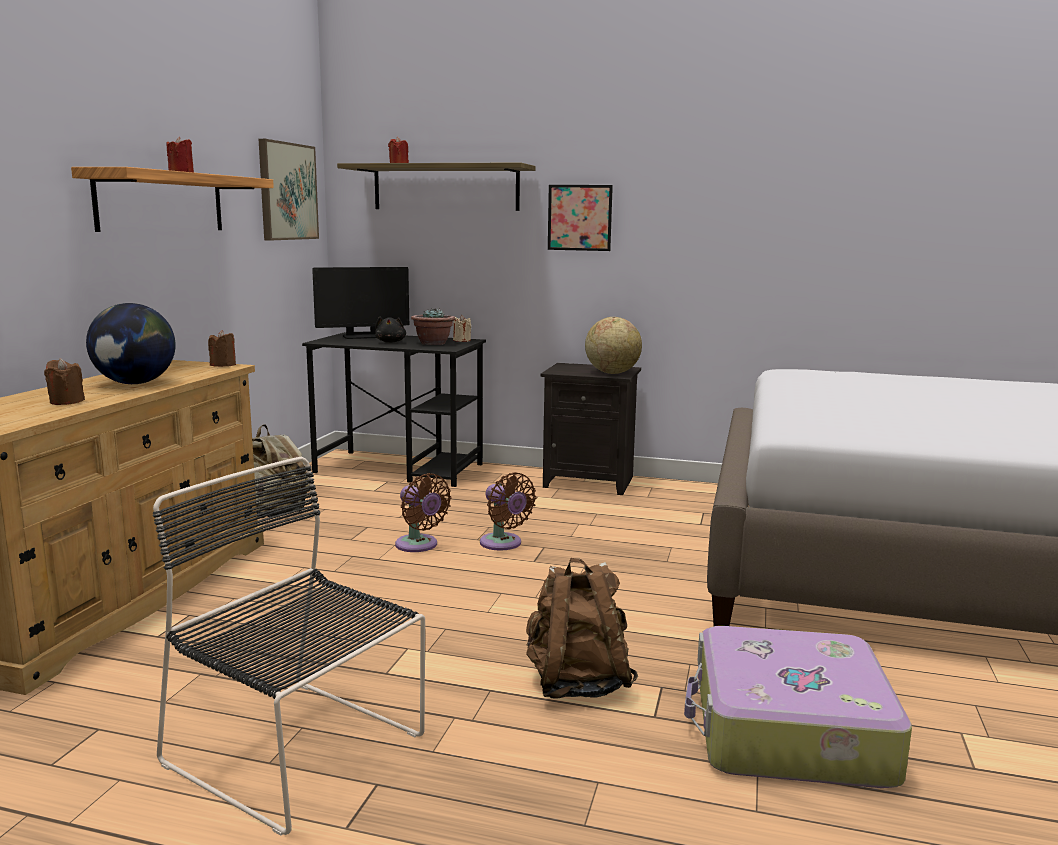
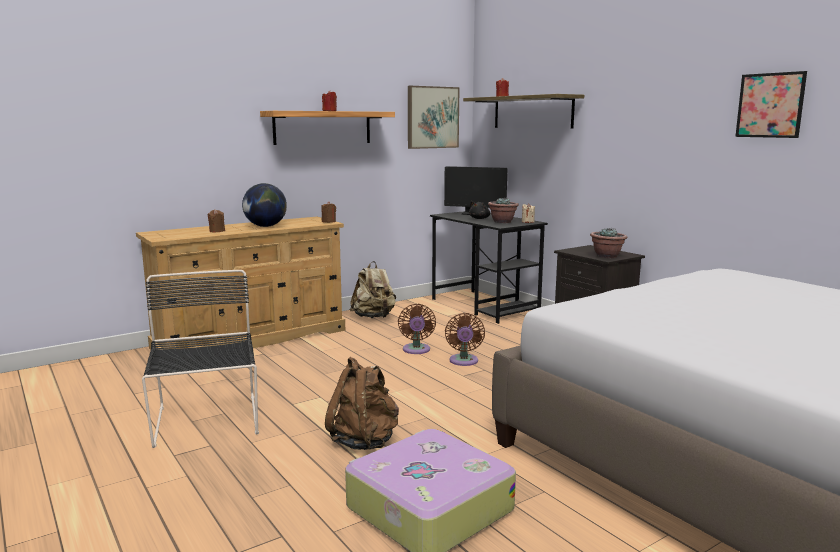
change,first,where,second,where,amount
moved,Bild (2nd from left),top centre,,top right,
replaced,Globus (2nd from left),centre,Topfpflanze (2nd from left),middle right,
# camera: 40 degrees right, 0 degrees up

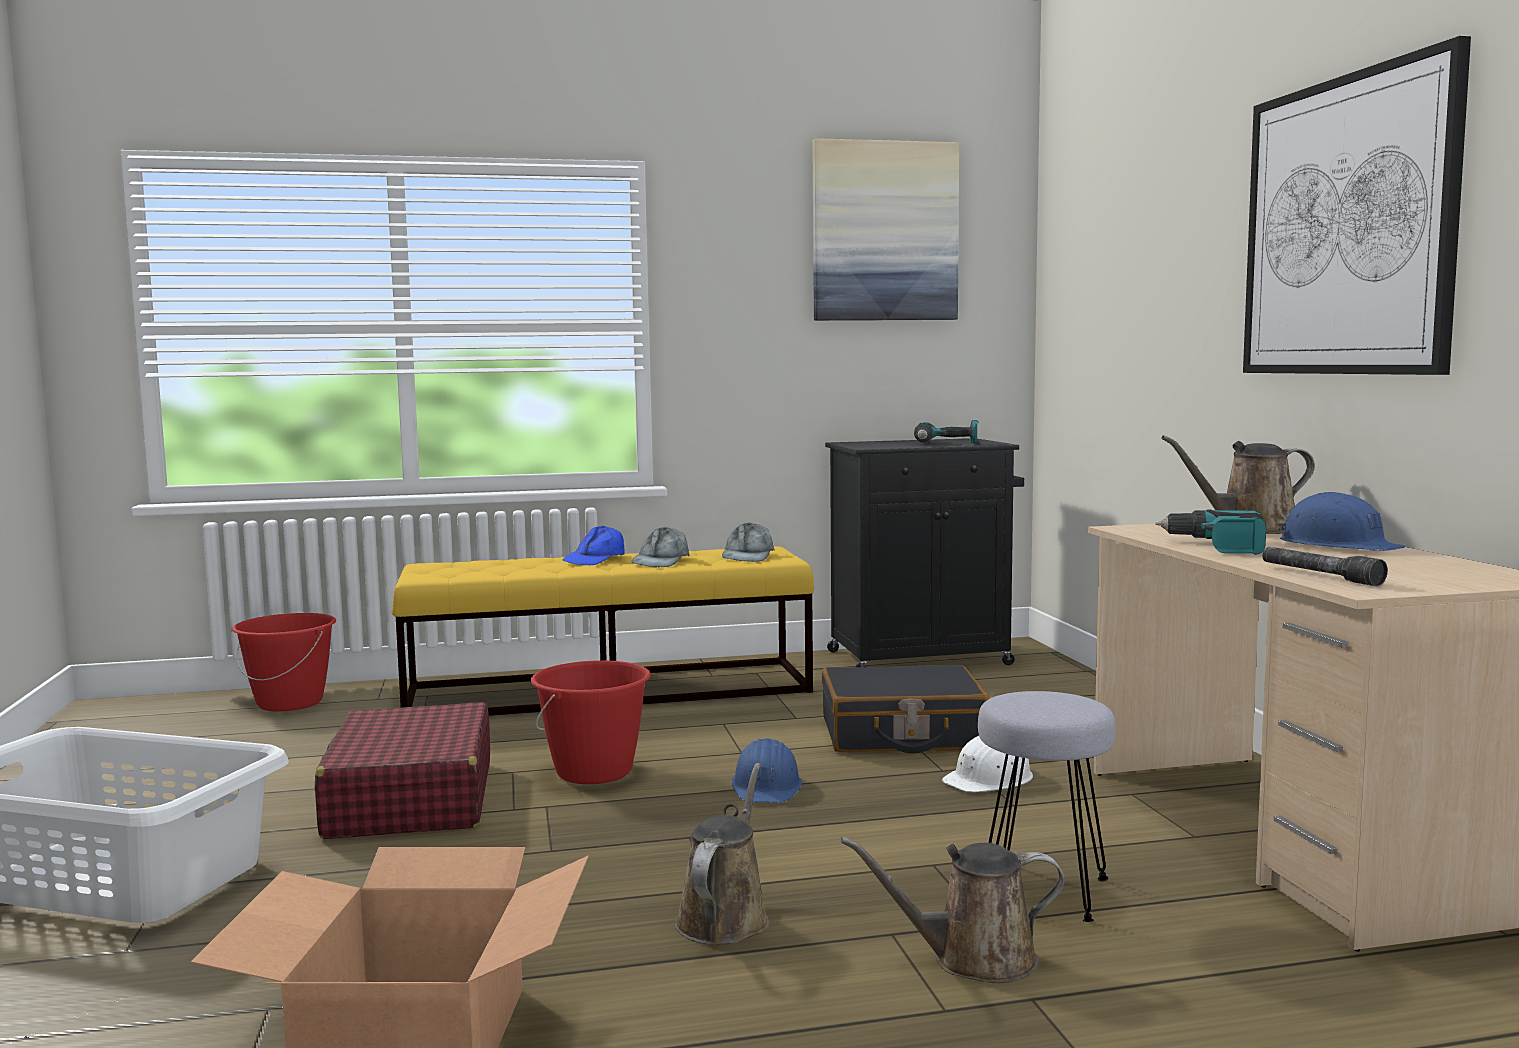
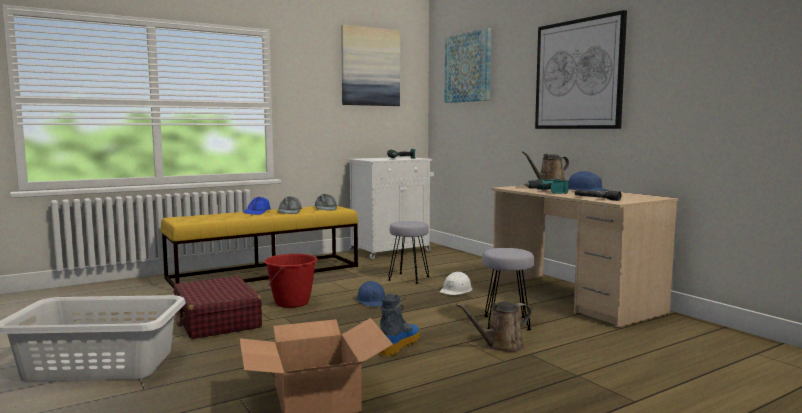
change,first,where,second,where,amount
removed,Eimer/rot (1st from left),middle left,,,
replaced,Gießkanne/braun (1st from left),bottom centre,Stiefel,bottom centre,
replaced,Koffer/schwarz,bottom centre,Hocker/grau (1st from left),centre,
recoloured,Schrank/schwarz,centre,Schrank/weiß,centre,
added,,,Bild (2nd from left),top centre,
# camera: 20 degrees left, 0 degrees up

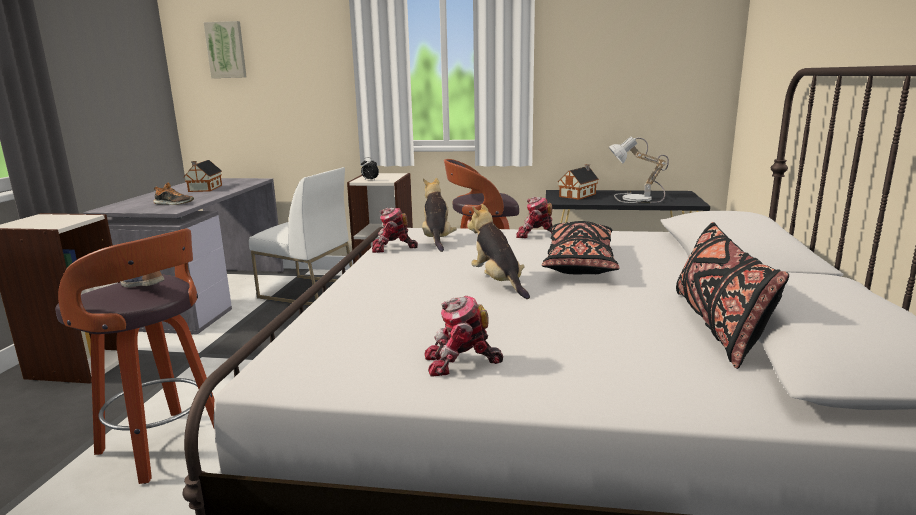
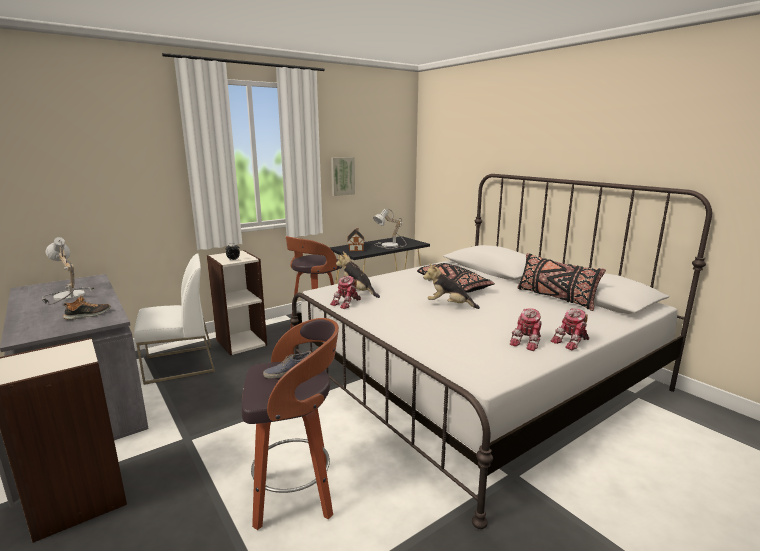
change,first,where,second,where,amount
replaced,Spielzeughaus (1st from left),middle left,Tischlampe (1st from left),middle left,
moved,Bild,top left,,top centre,
moved,Spielzeugroboter (3rd from left),centre,,middle right,
# camera: 45 degrees left, 0 degrees up

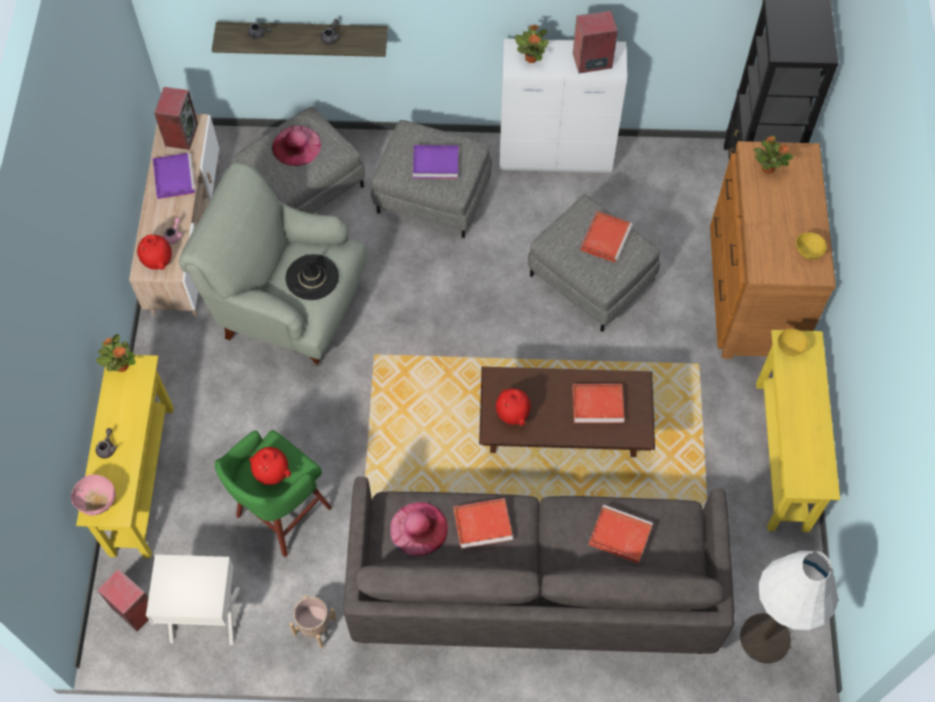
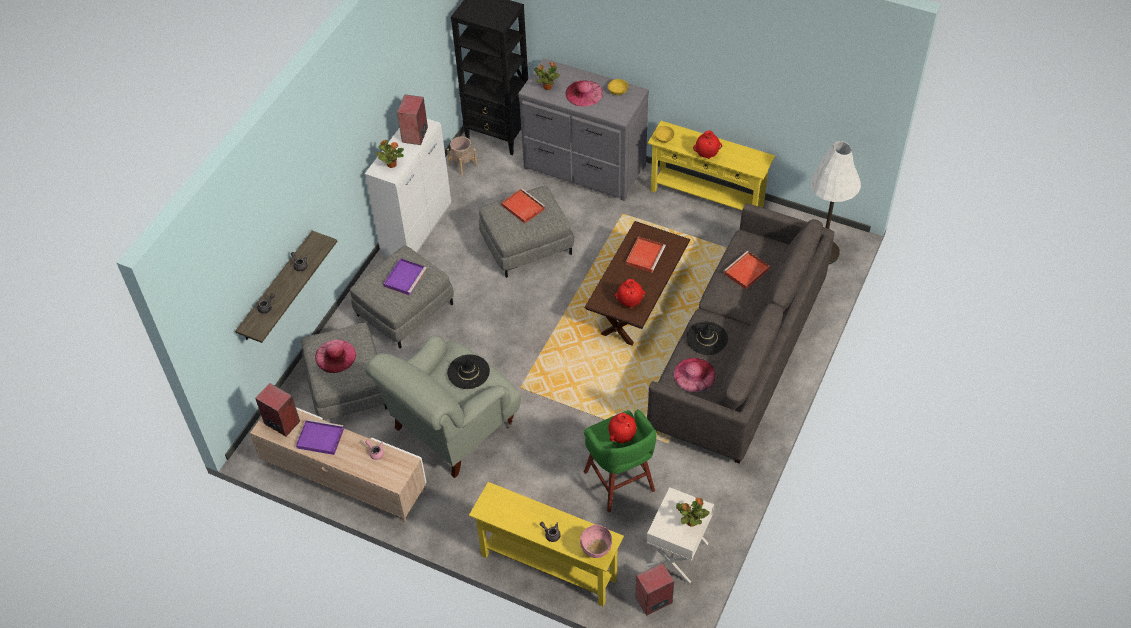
change,first,where,second,where,amount
moved,Topfpflanze (1st from left in the first image),middle left,Topfpflanze (3rd from left),bottom centre,
moved,Vase/rot (1st from left in the first image),middle left,Vase/rot (3rd from left),top centre,
moved,Pflanzkübel/beige,bottom centre,,top centre,
replaced,Tablett/rot (1st from left),bottom centre,Hut/schwarz (2nd from left),centre,
recoloured,Kommode/braun,middle right,Kommode/grau,top centre,
added,,,Hut/rosa (2nd from left),top centre,
# camera: 65 degrees left, 10 degrees down

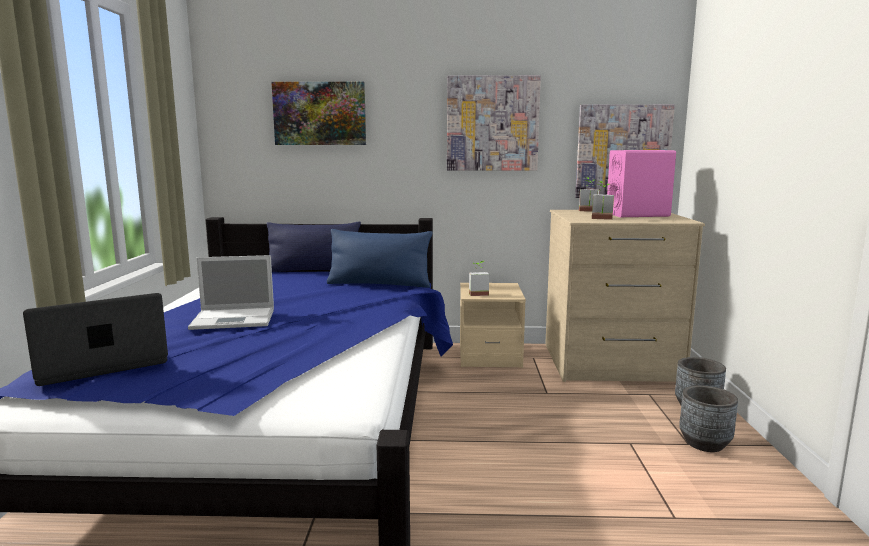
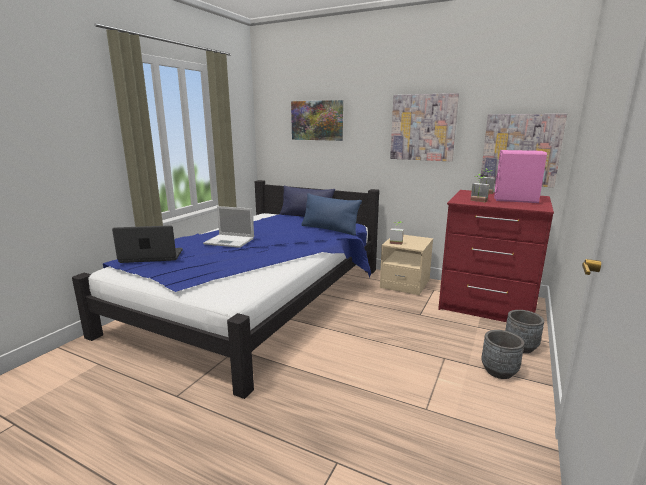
change,first,where,second,where,amount
recoloured,Kommode/beige,middle right,Kommode/rot,middle right,
# camera: 25 degrees right, 5 degrees up

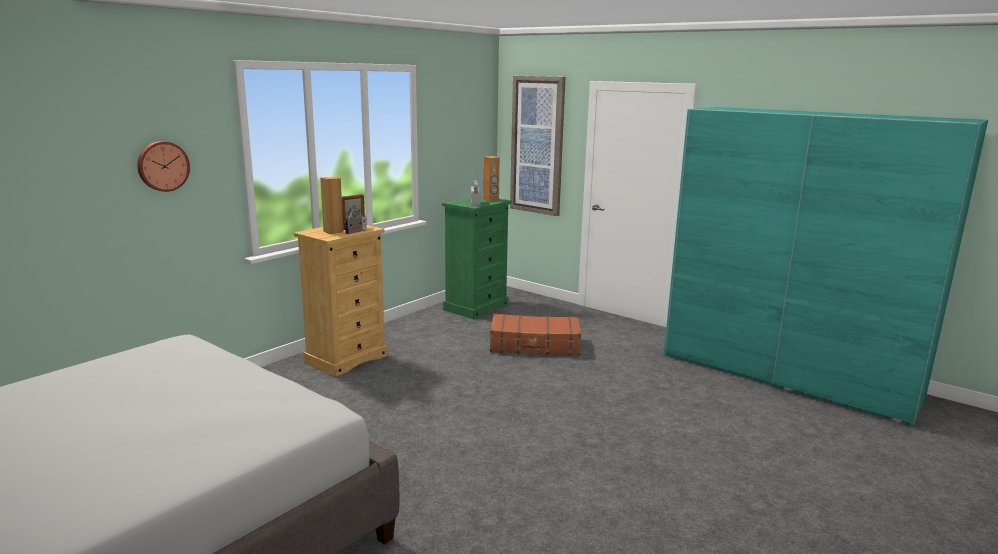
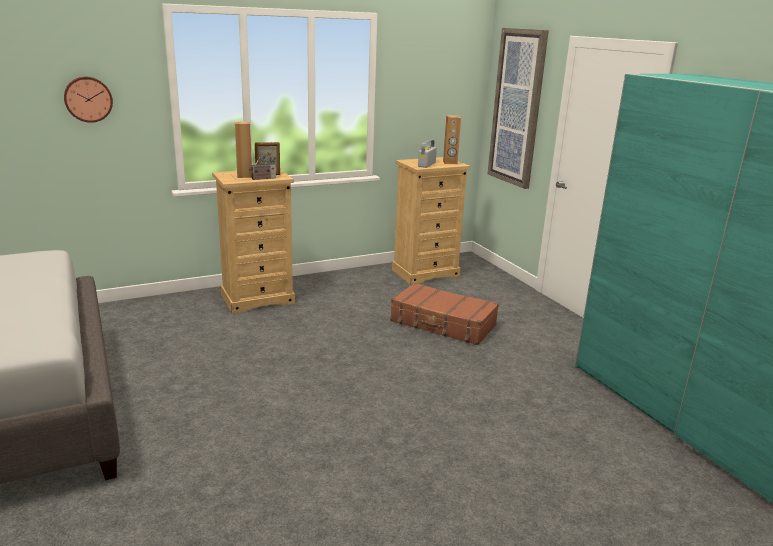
change,first,where,second,where,amount
recoloured,Kommode/grün,centre,Kommode/beige (2nd from left),centre,
# camera: 25 degrees right, 5 degrees up

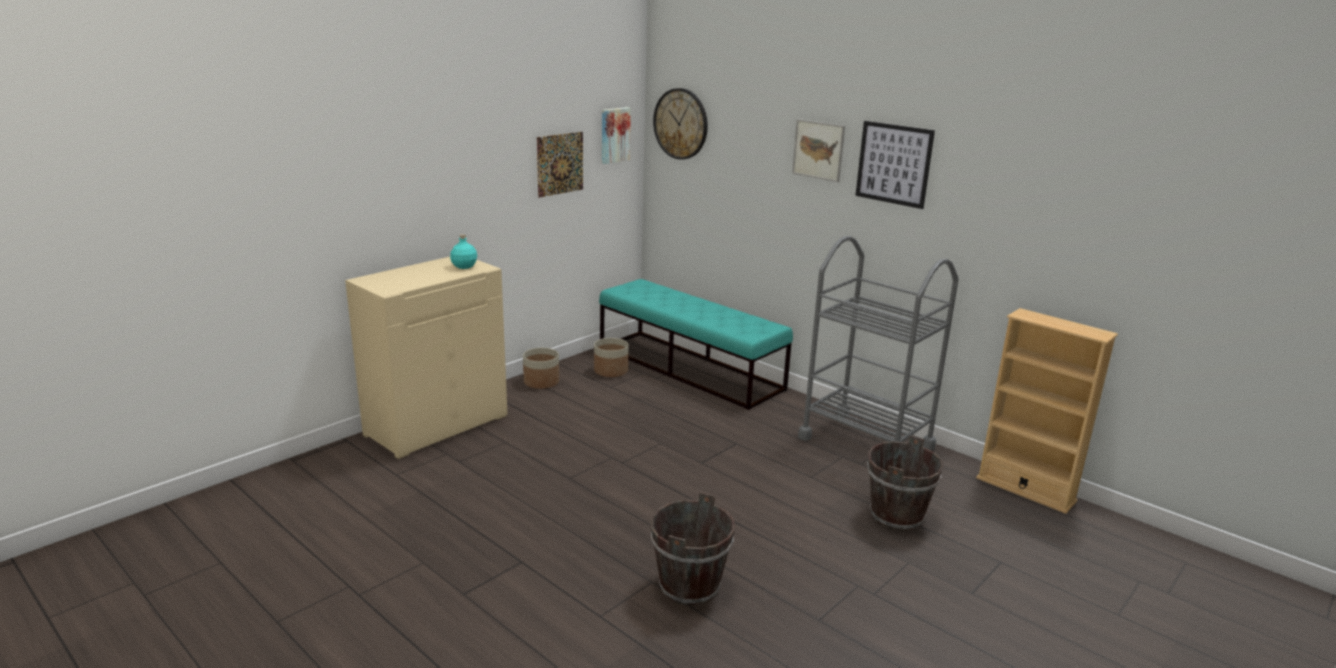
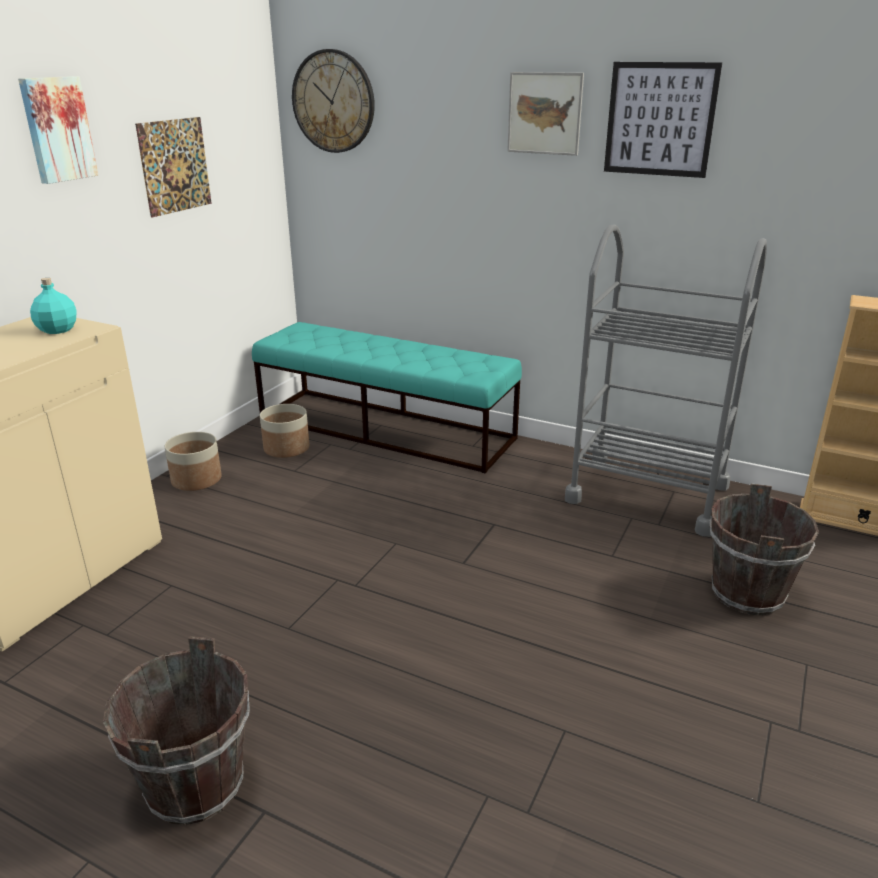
change,first,where,second,where,amount
moved,Bild (2nd from left in the first image),top centre,Bild (1st from left),top left,
moved,Eimer/braun (1st from left),bottom centre,,bottom left,
# camera: 15 degrees left, 5 degrees up

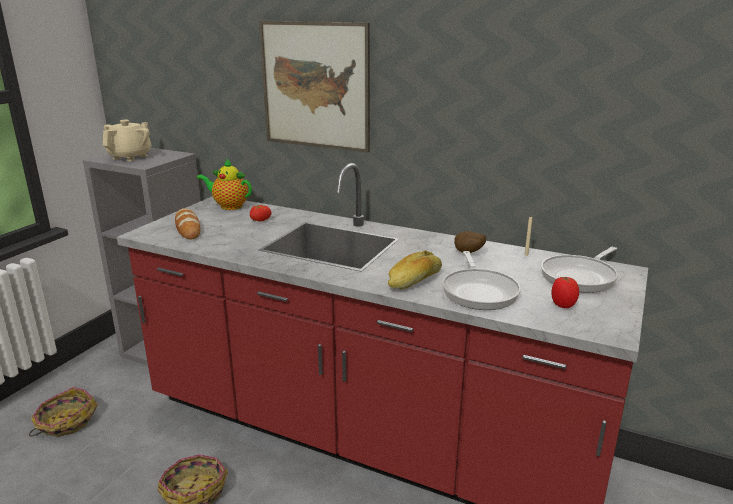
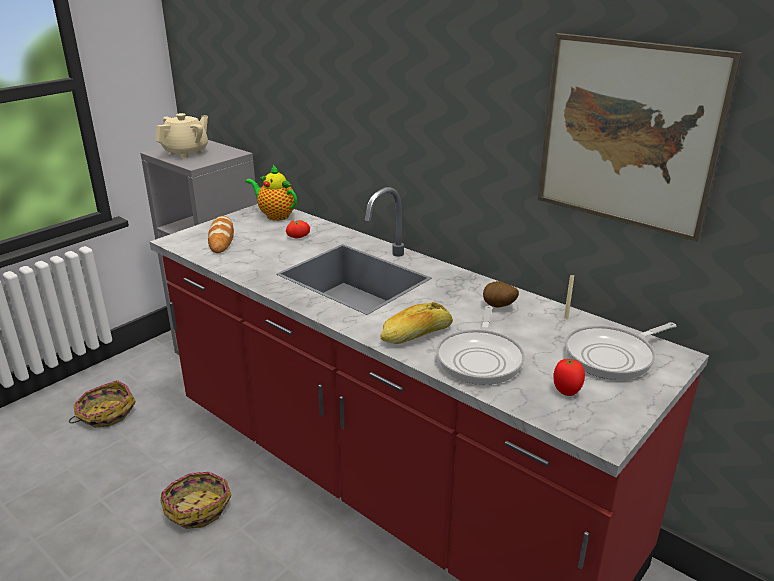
change,first,where,second,where,amount
moved,Bild,top centre,,top right,
# camera: 15 degrees right, 5 degrees up

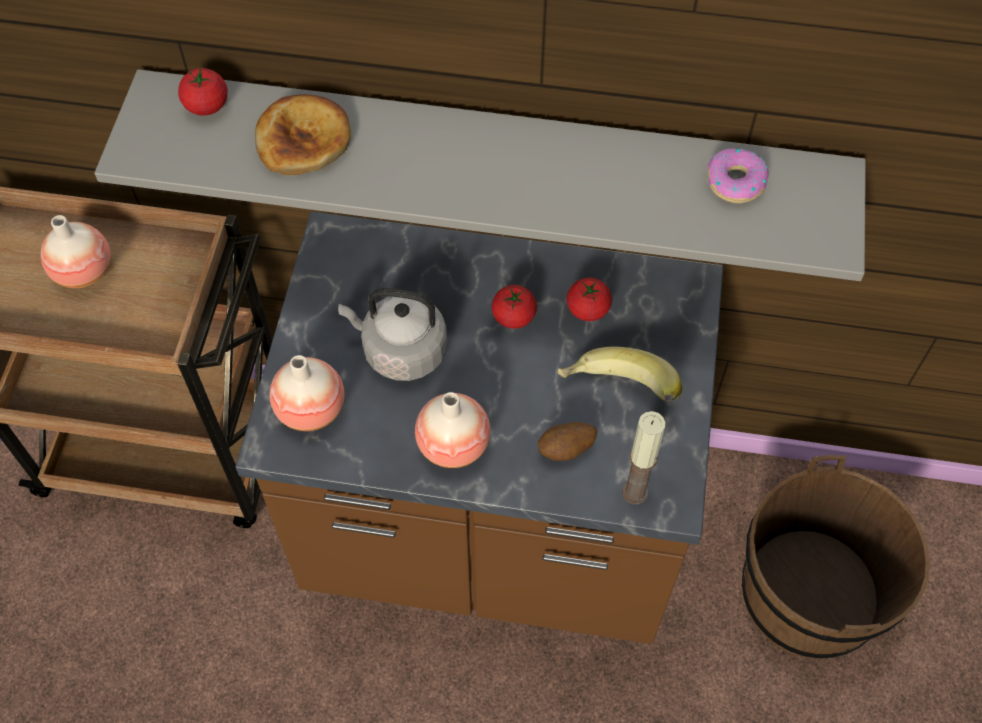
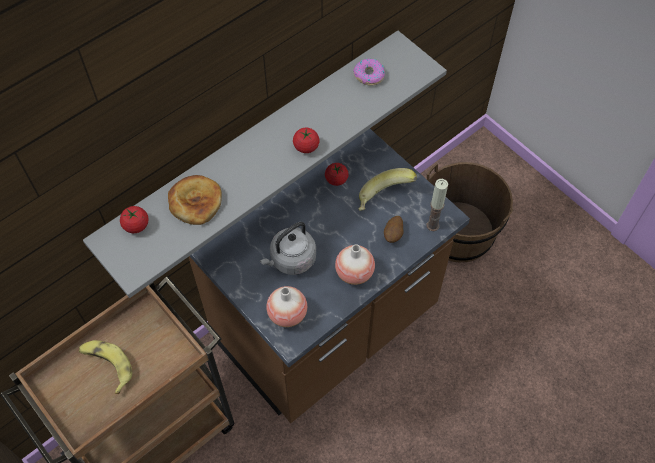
change,first,where,second,where,amount
replaced,Vase (1st from left),middle left,Banane (1st from left),bottom left,
moved,Tomate (2nd from left),centre,,top centre,
# camera: 50 degrees left, 0 degrees up

